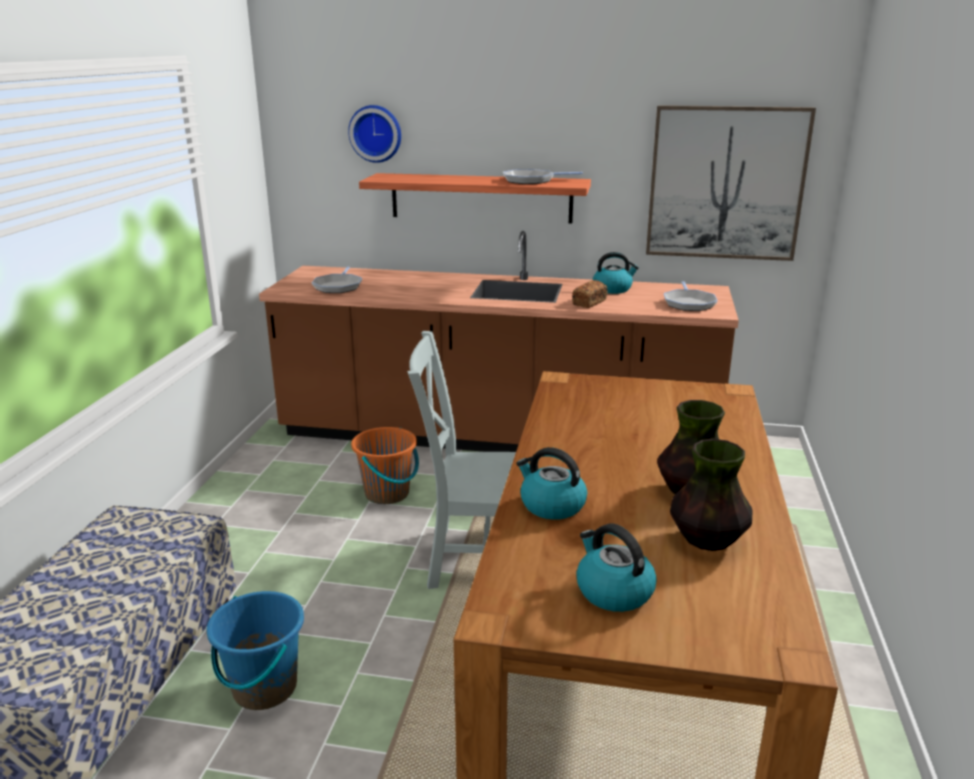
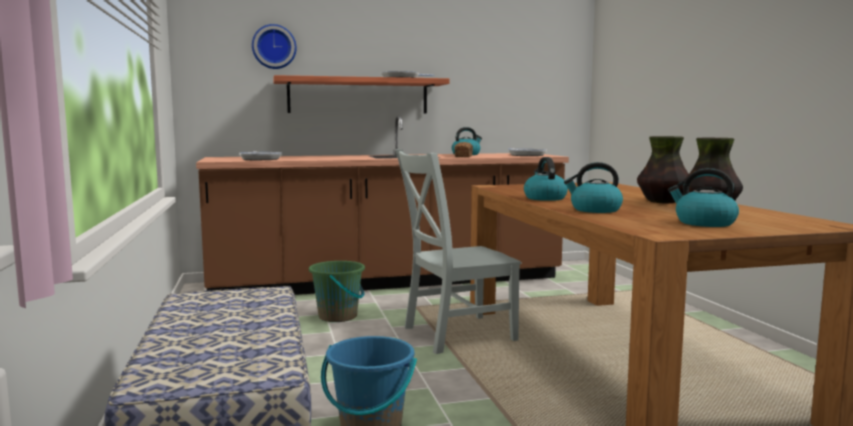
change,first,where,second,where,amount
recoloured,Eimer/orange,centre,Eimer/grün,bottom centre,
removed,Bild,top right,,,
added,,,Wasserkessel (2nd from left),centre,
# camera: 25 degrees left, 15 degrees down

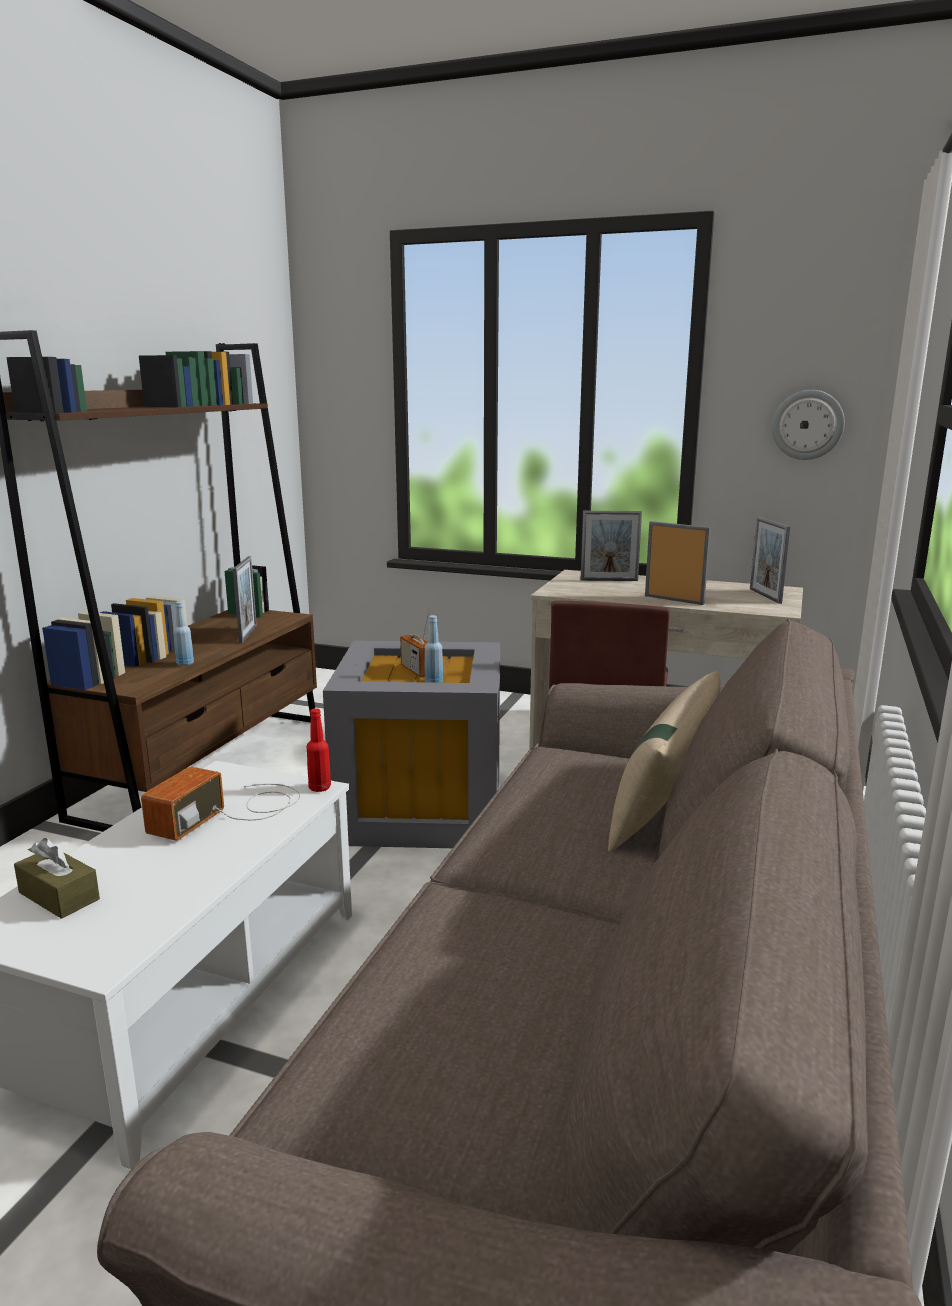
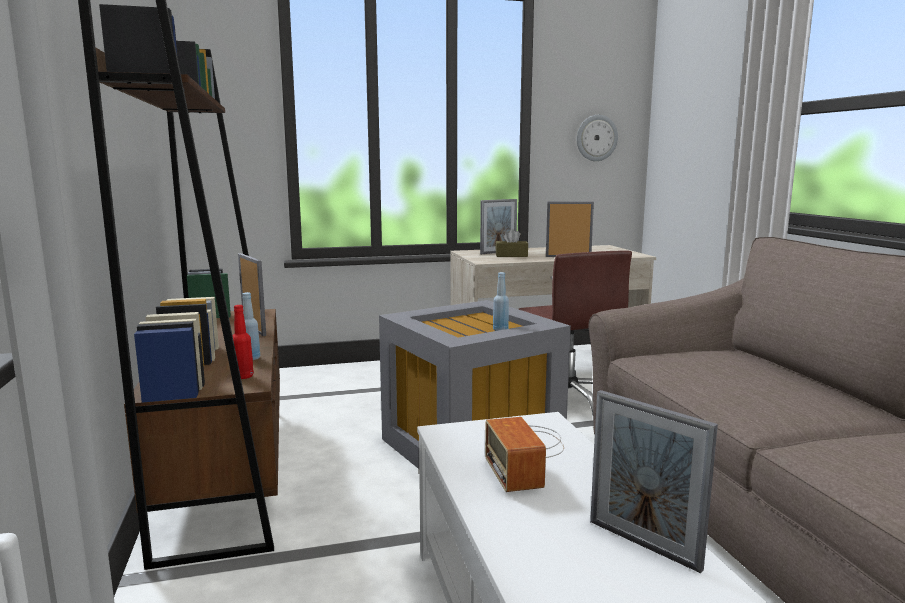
change,first,where,second,where,amount
moved,Taschentuchbox/braun,bottom left,,centre,
moved,Flasche/rot,centre,,middle left,
removed,Radio (2nd from left),centre,,,
removed,Kissen/beige,middle right,,,
moved,Bilderrahmen (4th from left),middle right,,bottom right,
# camera: 35 degrees left, 5 degrees down

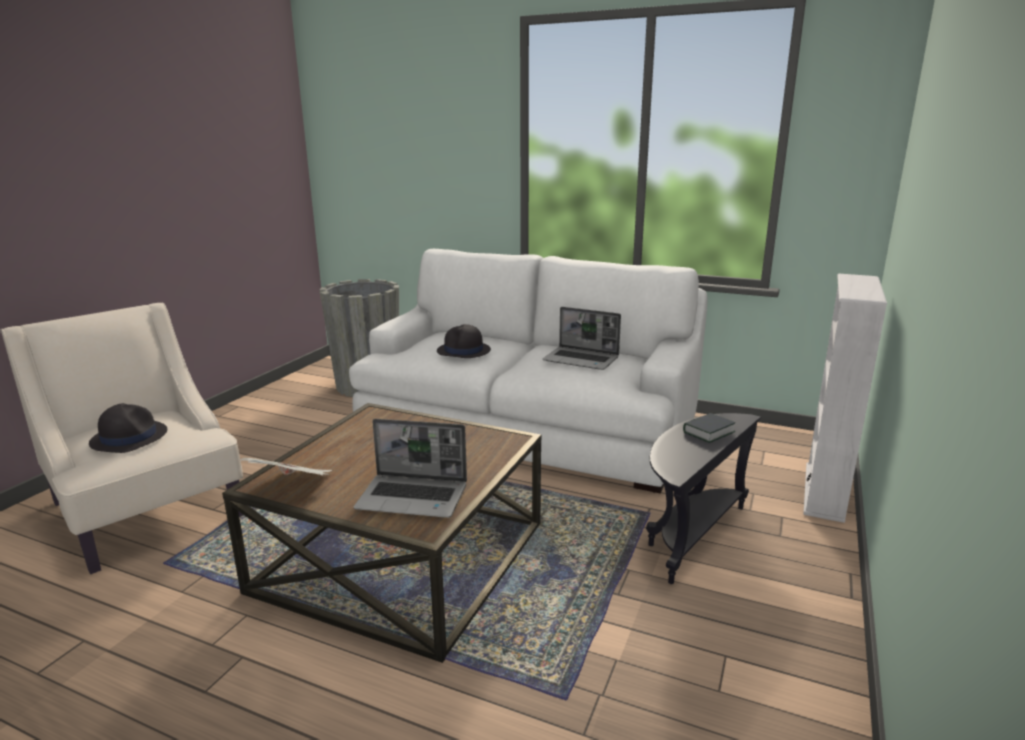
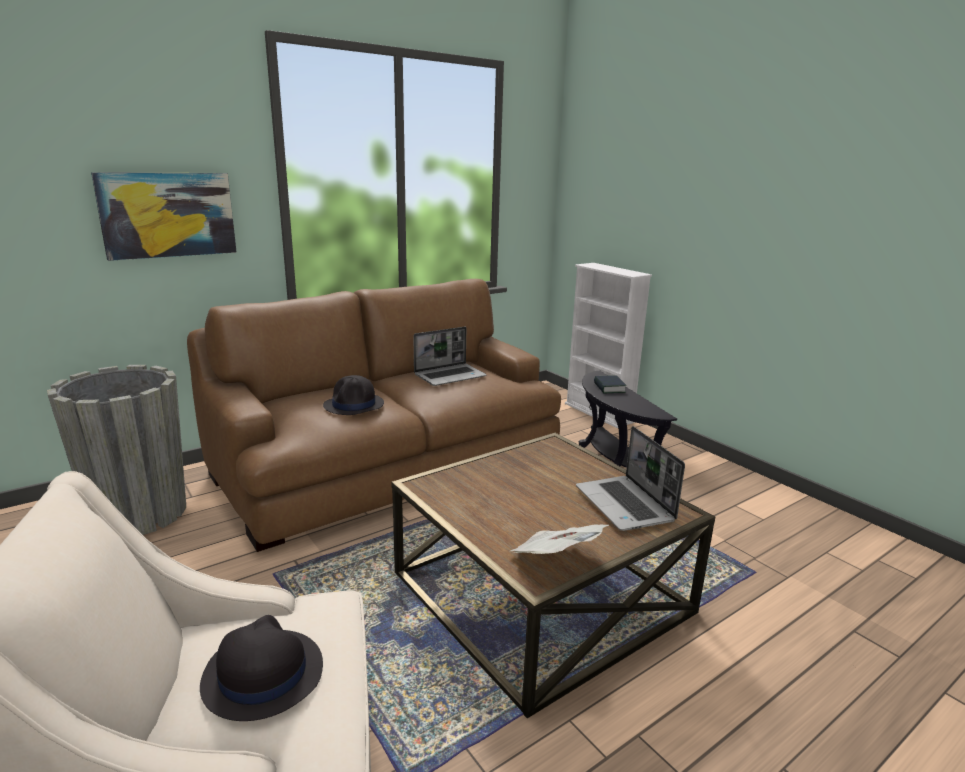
change,first,where,second,where,amount
recoloured,Sofa/weiß,centre,Sofa/braun,centre,
turned,Laptop (1st from left in the first image),centre,Laptop (2nd from left),centre,120 degrees clockwise
added,,,Bild,top left,
# camera: 60 degrees left, 0 degrees up

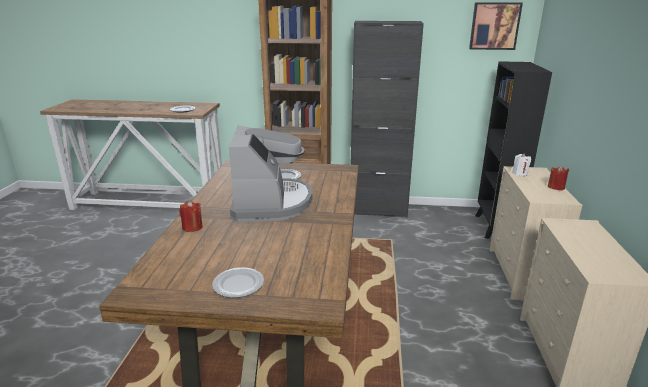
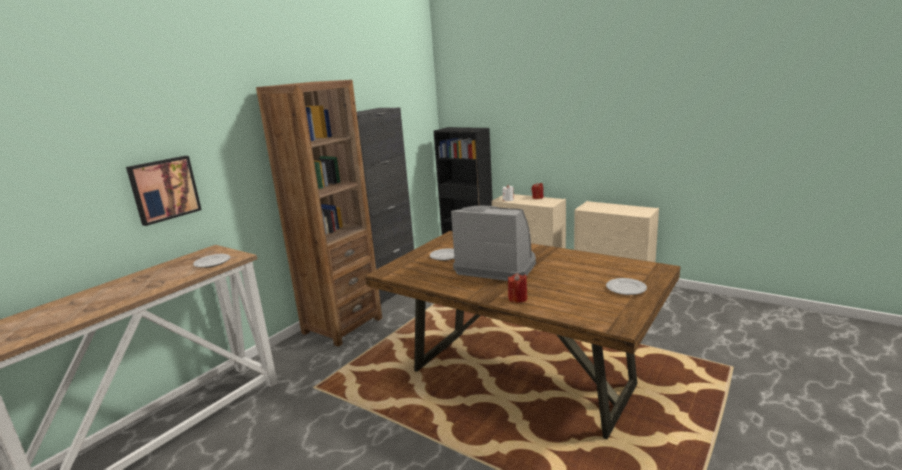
change,first,where,second,where,amount
moved,Bild,top right,,middle left,
# camera: 60 degrees left, 5 degrees down

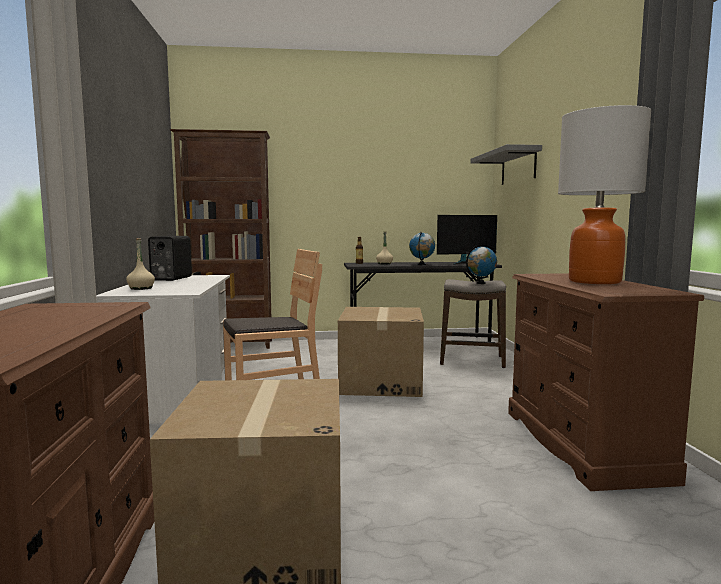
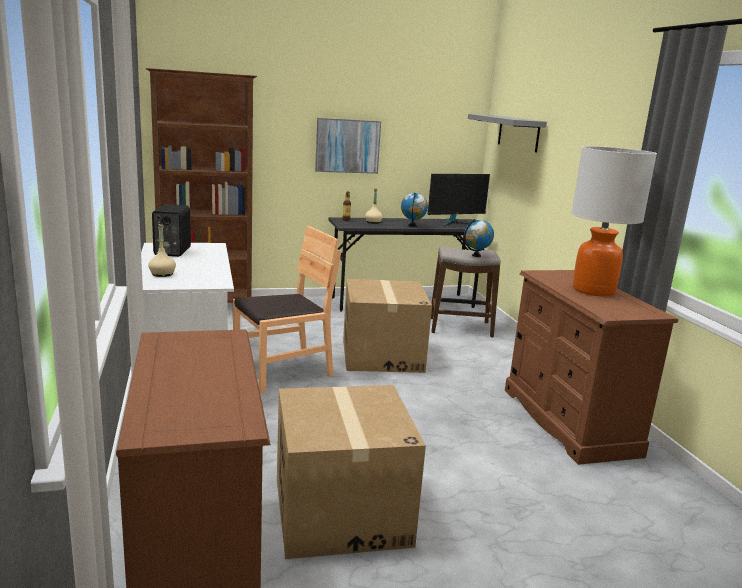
change,first,where,second,where,amount
added,,,Bild,top centre,
# camera: 10 degrees left, 10 degrees up

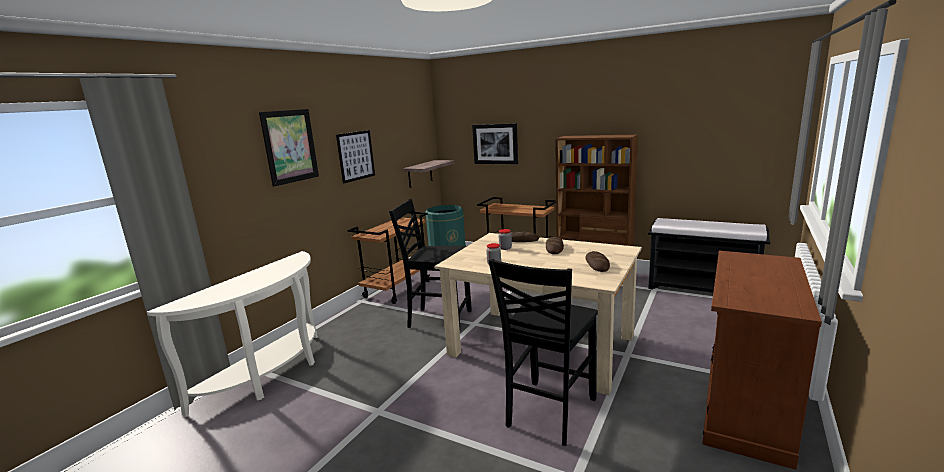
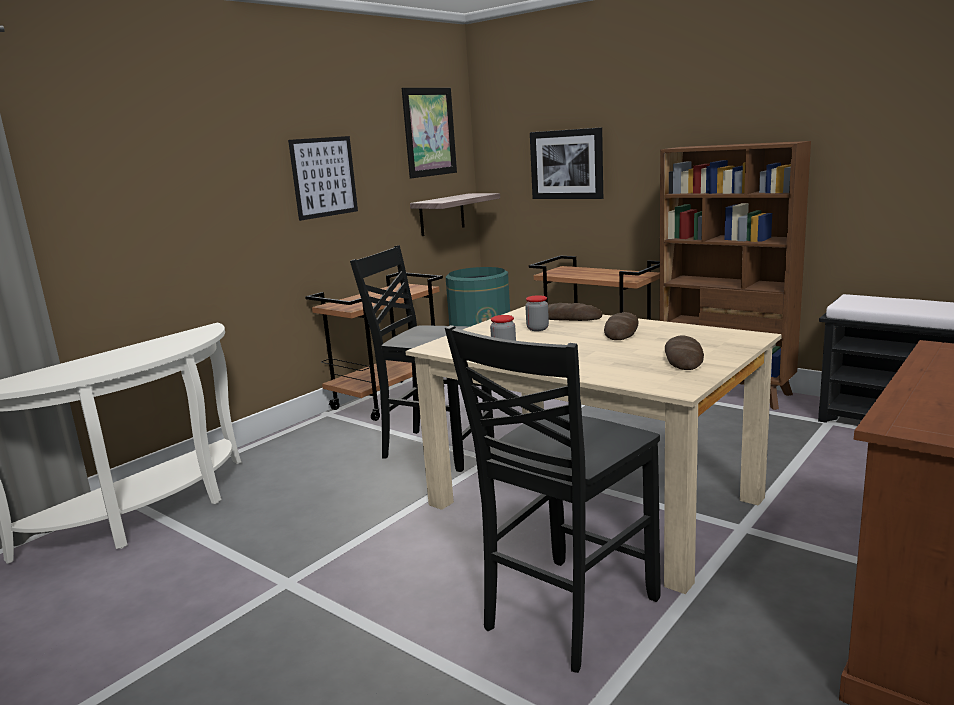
change,first,where,second,where,amount
moved,Bild (1st from left in the first image),top left,Bild (2nd from left),top centre,
# camera: 10 degrees right, 0 degrees up

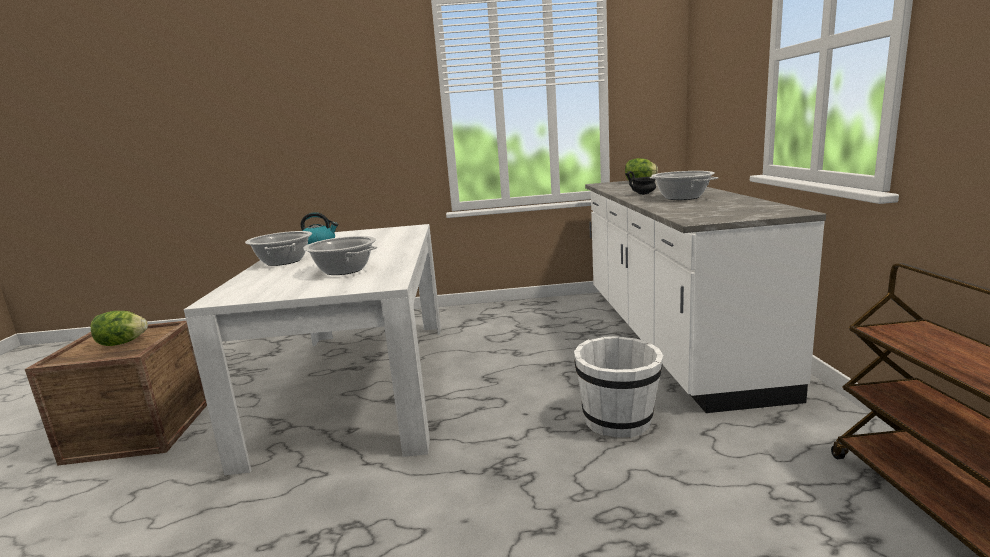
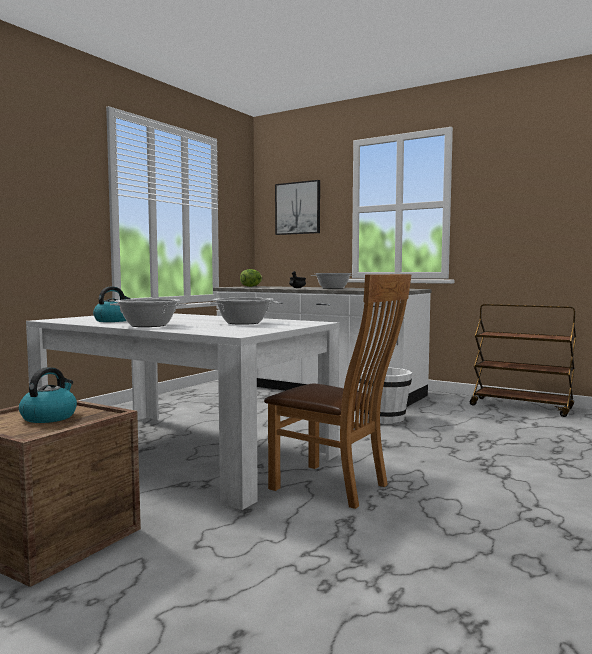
change,first,where,second,where,amount
replaced,Salatkopf (1st from left),middle left,Wasserkessel (1st from left),middle left,
added,,,Stuhl/braun,centre,
added,,,Bild,top centre,
# camera: 55 degrees left, 10 degrees down

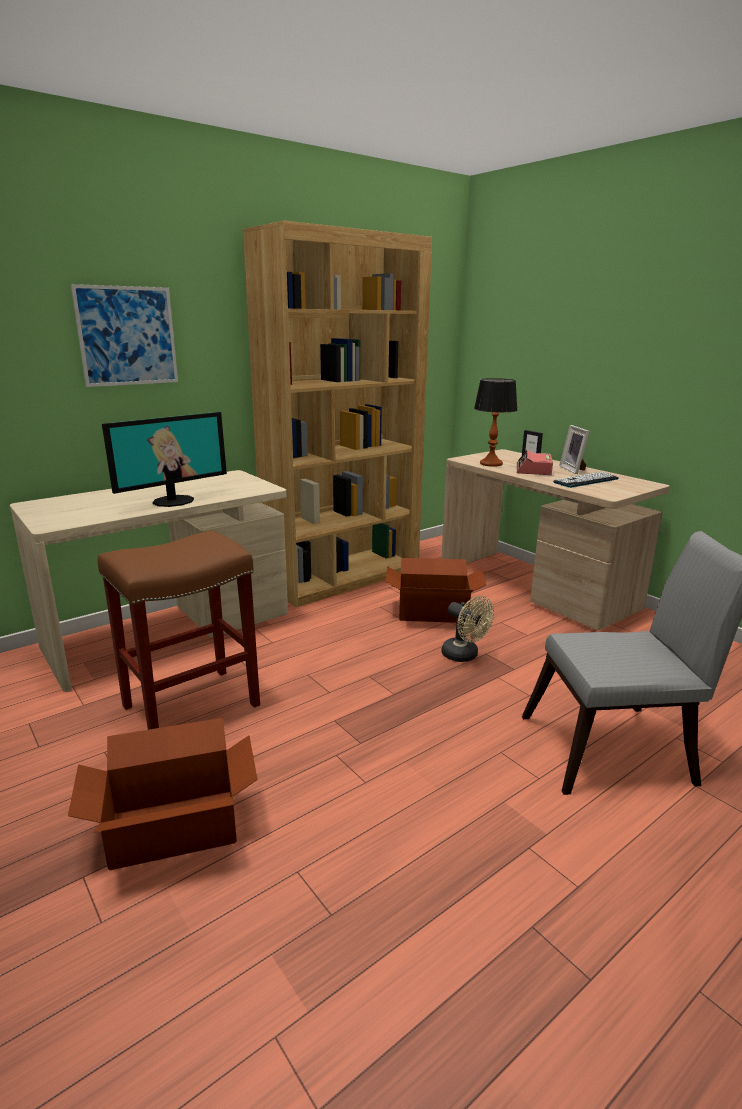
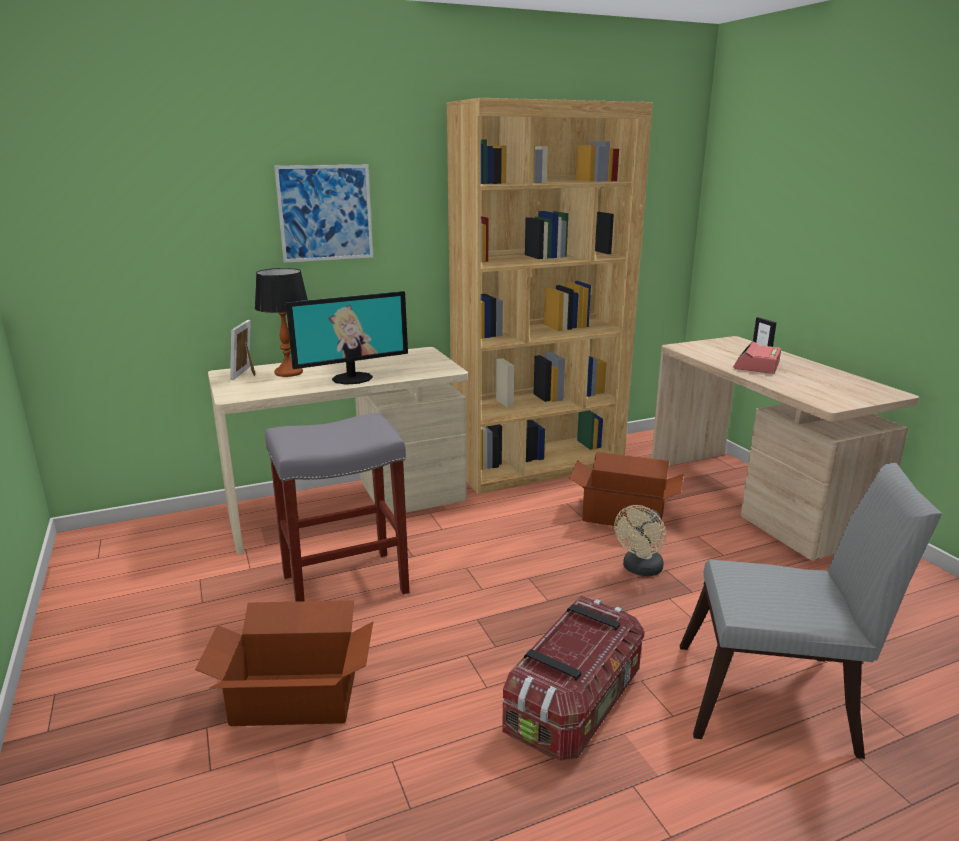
change,first,where,second,where,amount
recoloured,Hocker/braun,middle left,Hocker/grau,centre,
turned,Ventilator/beige,centre,,middle right,60 degrees clockwise
moved,Tischlampe,middle right,,middle left,
removed,Tastatur,middle right,,,
moved,Bilderrahmen (2nd from left in the first image),middle right,Bilderrahmen (1st from left),middle left,
added,,,Aufbewahrungsbox,bottom centre,
# camera: 15 degrees right, 0 degrees up

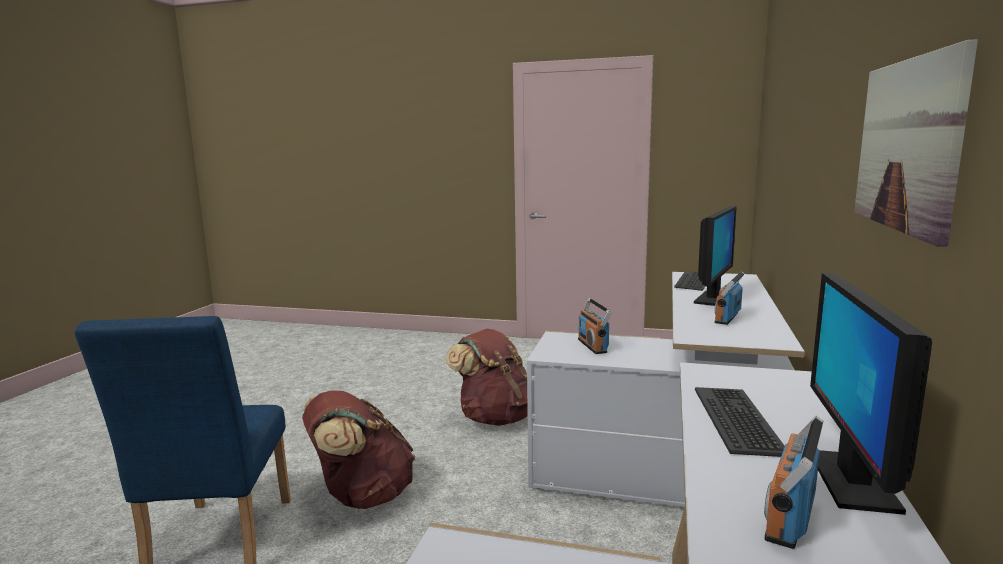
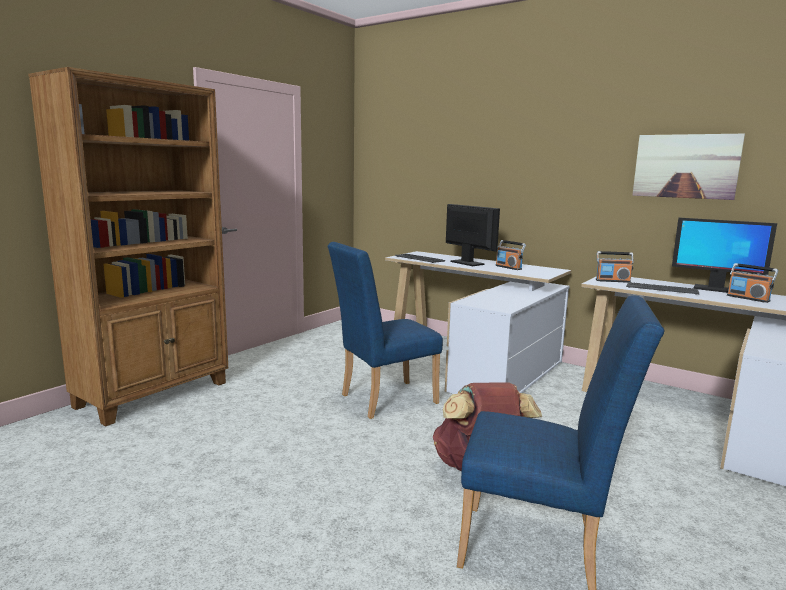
change,first,where,second,where,amount
replaced,Rucksack/braun (2nd from left),bottom centre,Stuhl/blau (1st from left),centre,
moved,Radio (1st from left in the first image),centre,Radio (2nd from left),middle right,
added,,,Bücherregal/braun,middle left,
# camera: 70 degrees left, 0 degrees up

